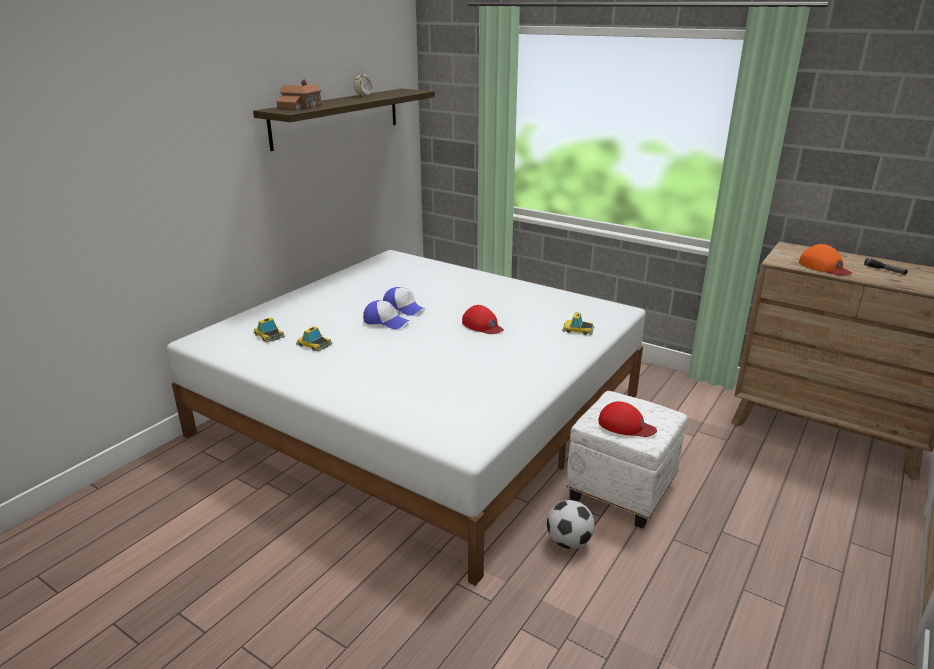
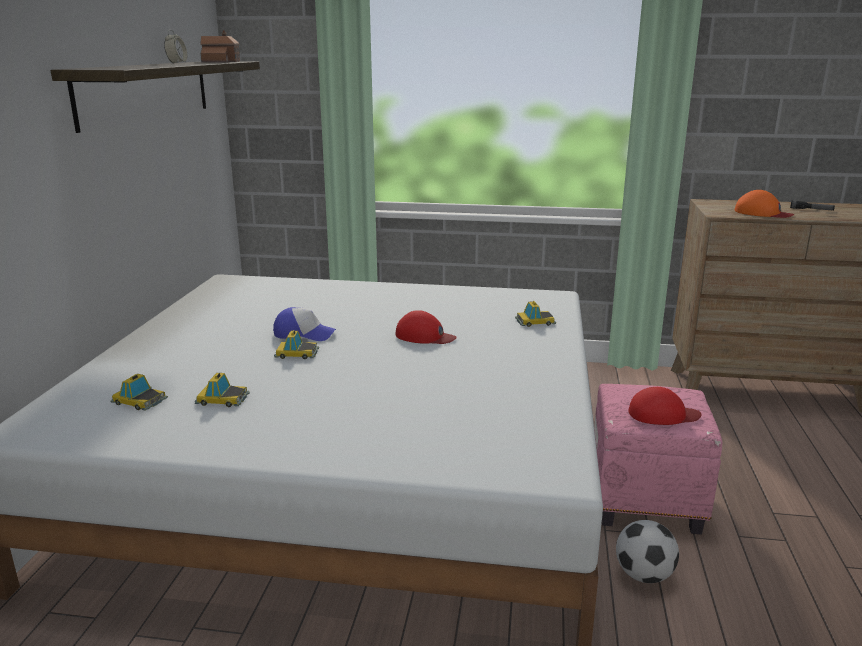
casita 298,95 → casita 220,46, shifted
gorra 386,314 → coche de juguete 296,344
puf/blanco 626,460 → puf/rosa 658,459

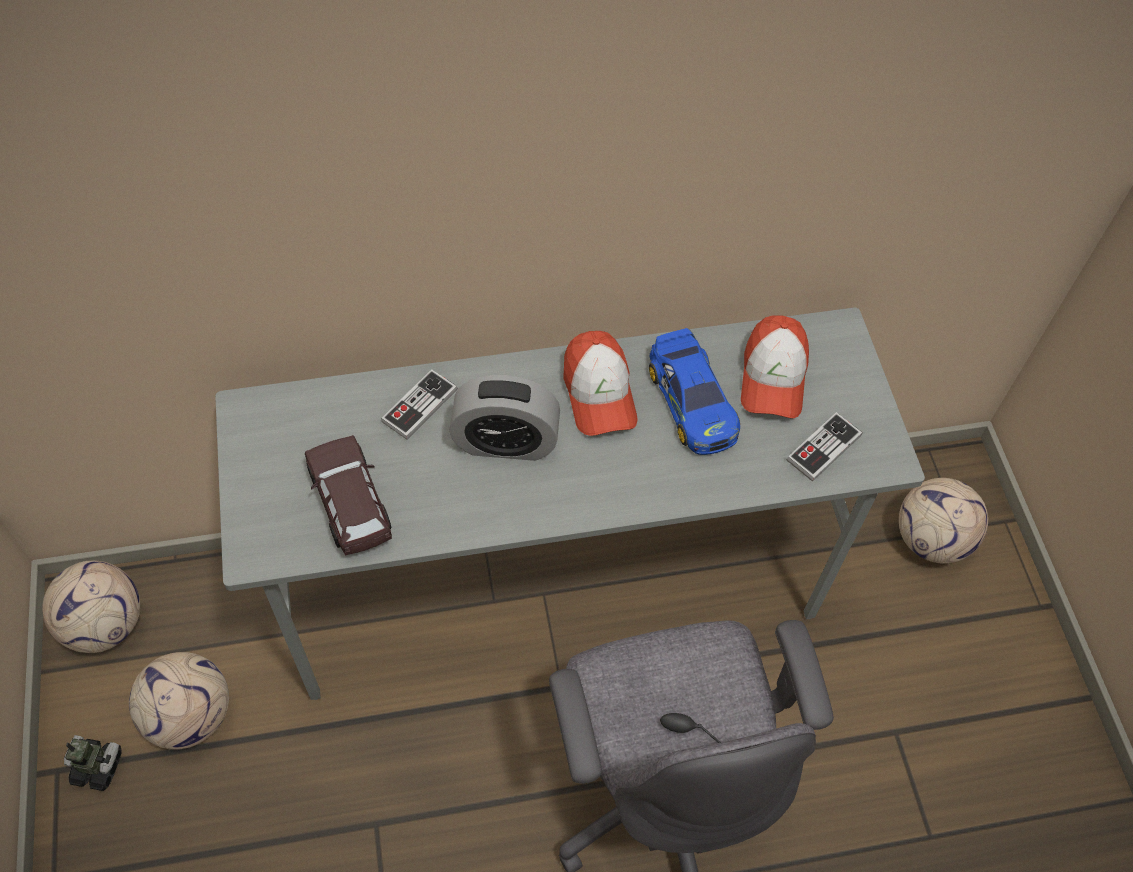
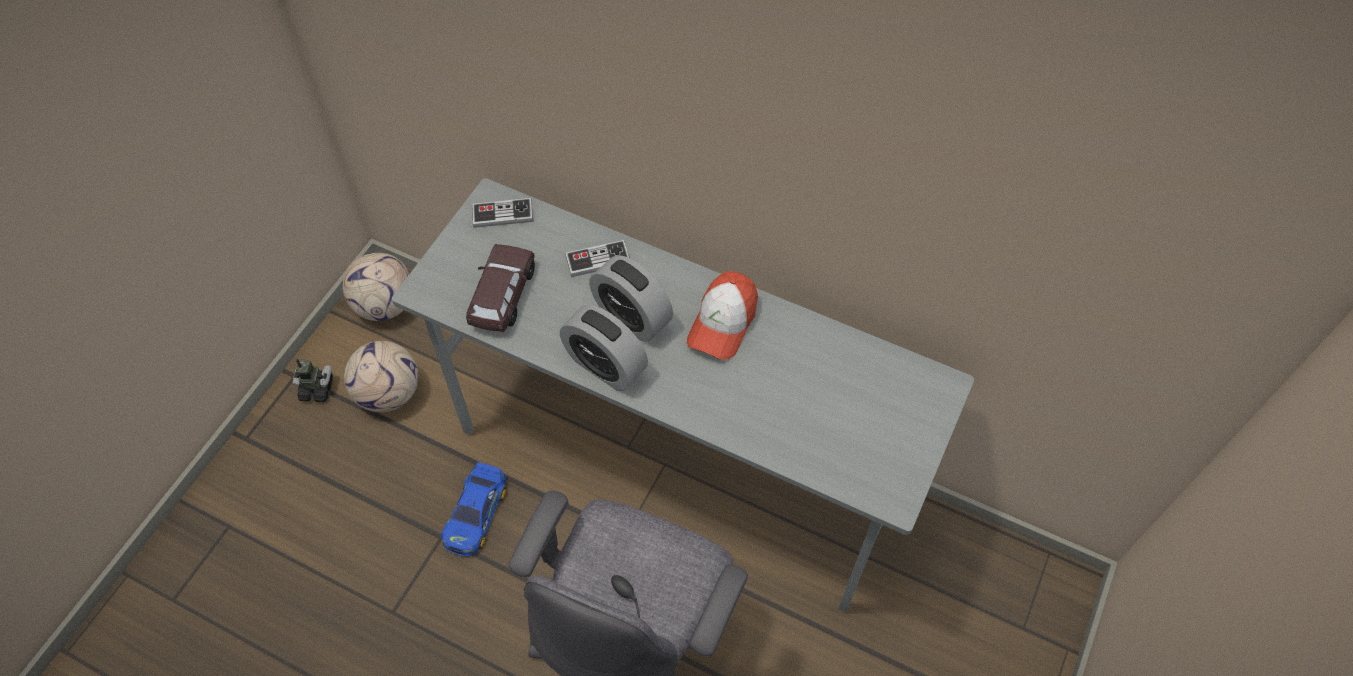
gorra 775,367 → -
balón de fútbol 943,520 → -
- → despertador 604,348
coche de juguete 694,391 → coche de juguete 473,509, shifted
mando de consola 824,447 → mando de consola 502,213, shifted
robot de juguete 93,763 → robot de juguete 312,380, 45 degrees counterclockwise

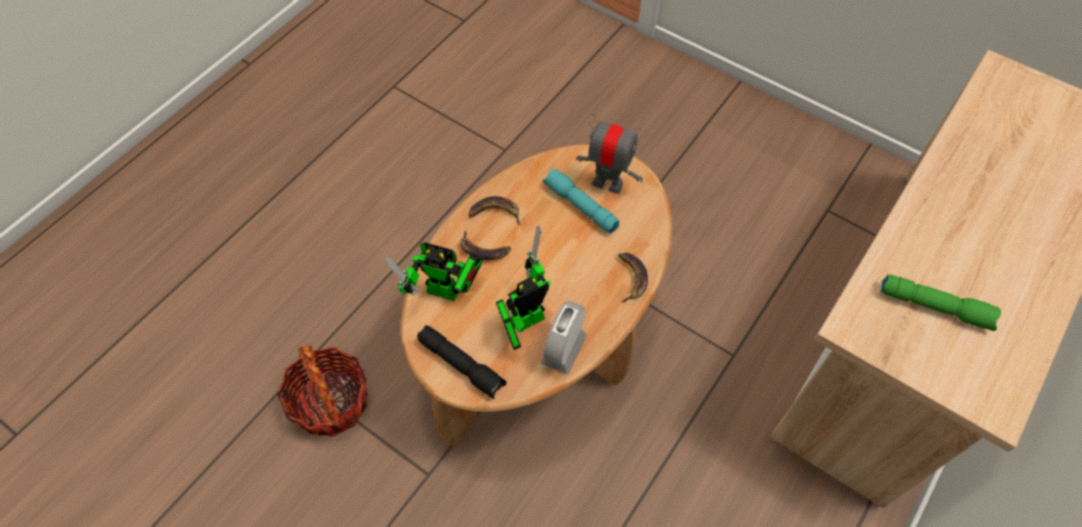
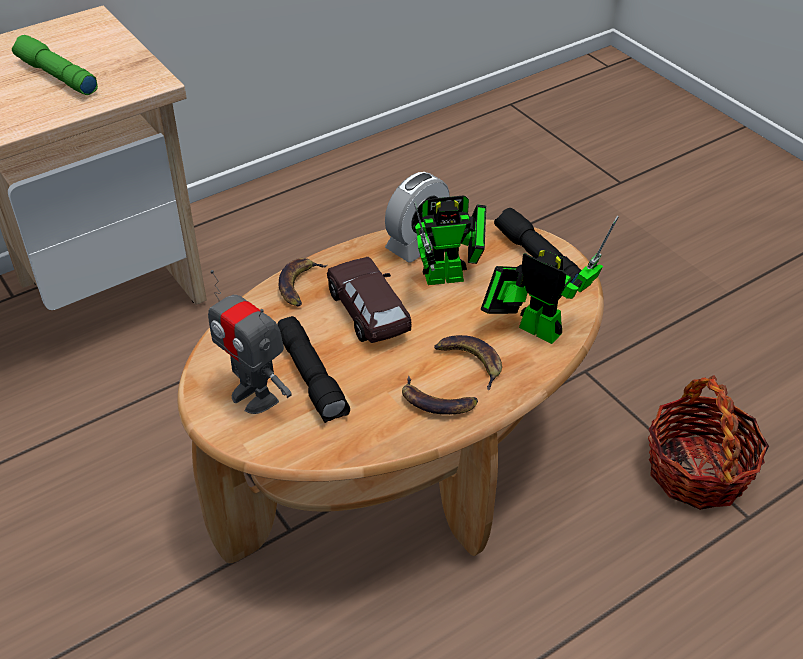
- → coche de juguete/marrón 369,300
linterna/turquesa 581,201 → linterna/negro 313,369

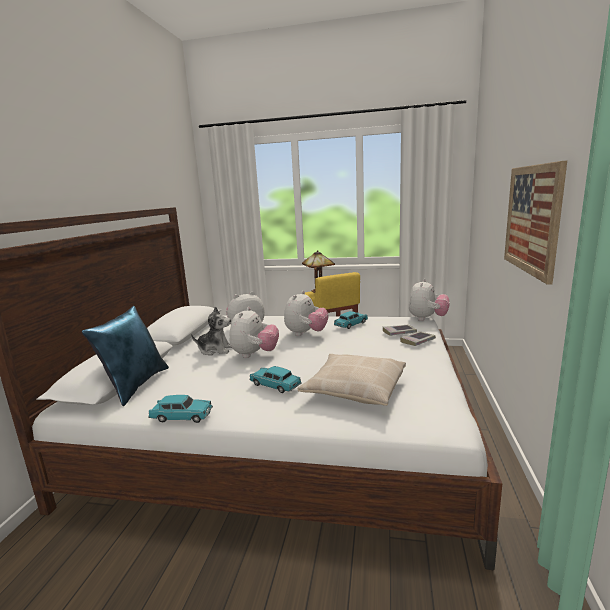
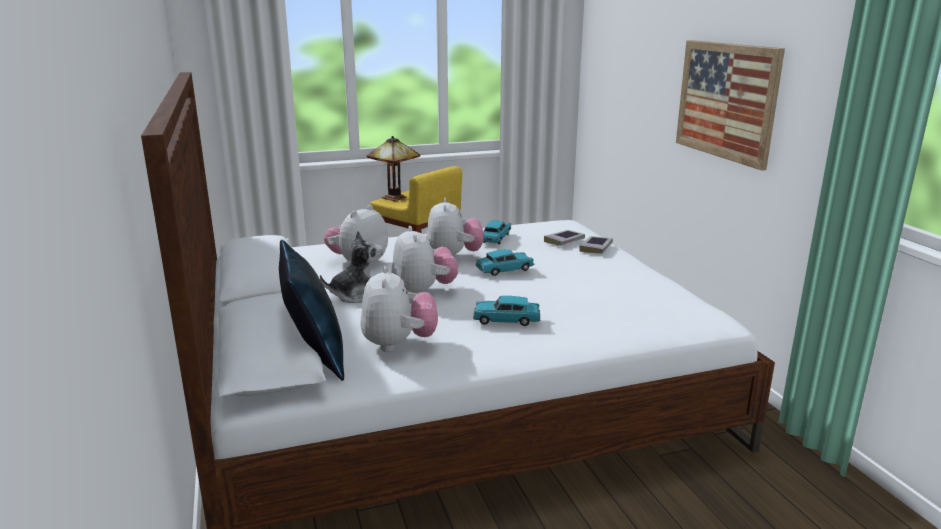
cojín/beis 352,380 → -
coche de juguete/turquesa 180,409 → coche de juguete/turquesa 504,262, shifted
peluche 429,300 → peluche 399,309, shifted

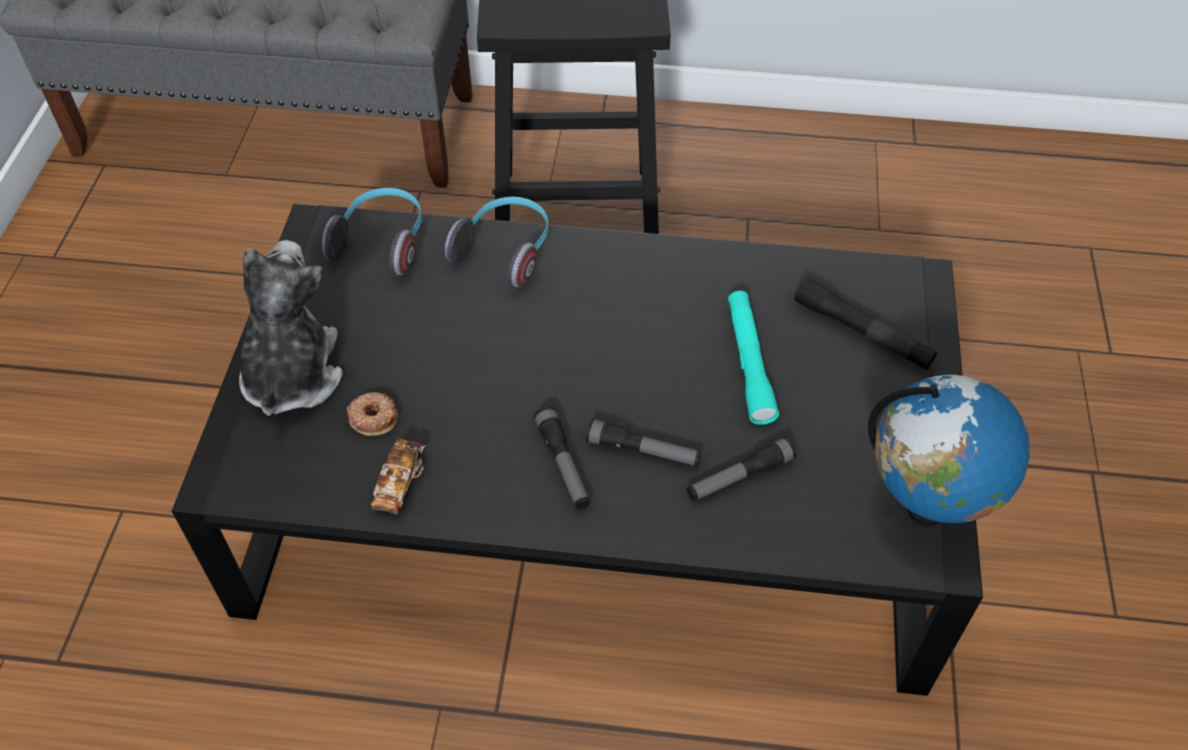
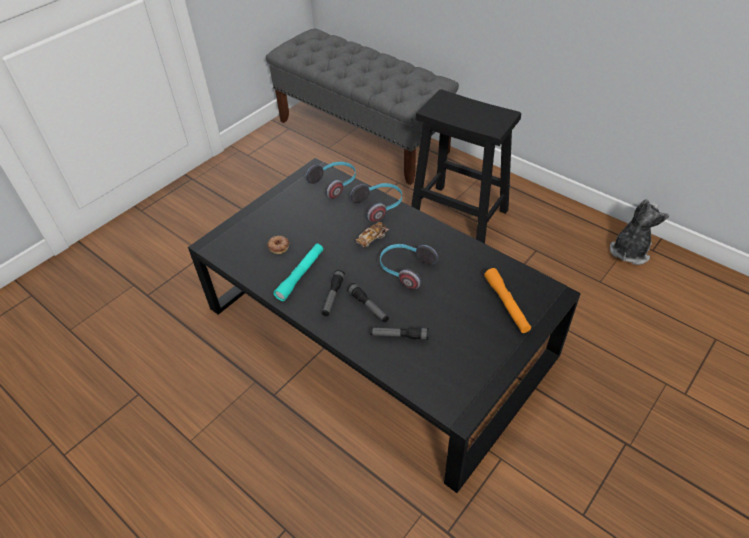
globo terráqueo 949,450 → -
- → auriculares 409,266
peluche 291,328 → peluche 639,232, shifted
coche de juguete 398,476 → coche de juguete 373,234, shifted
linterna/turquesa 753,358 → linterna/turquesa 298,272, shifted
linterna/negro 865,323 → linterna/naranja 507,300

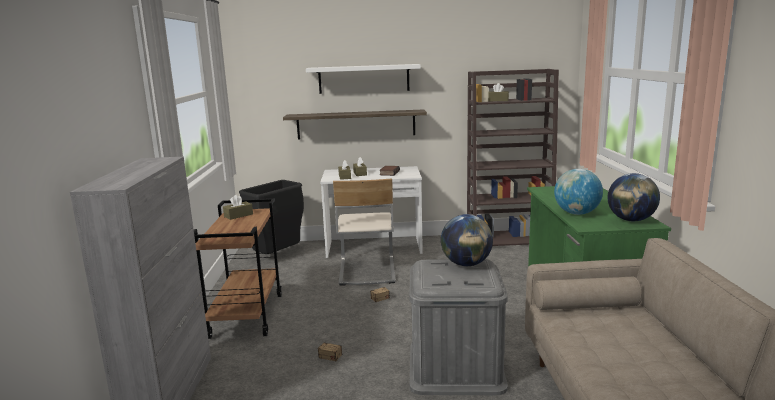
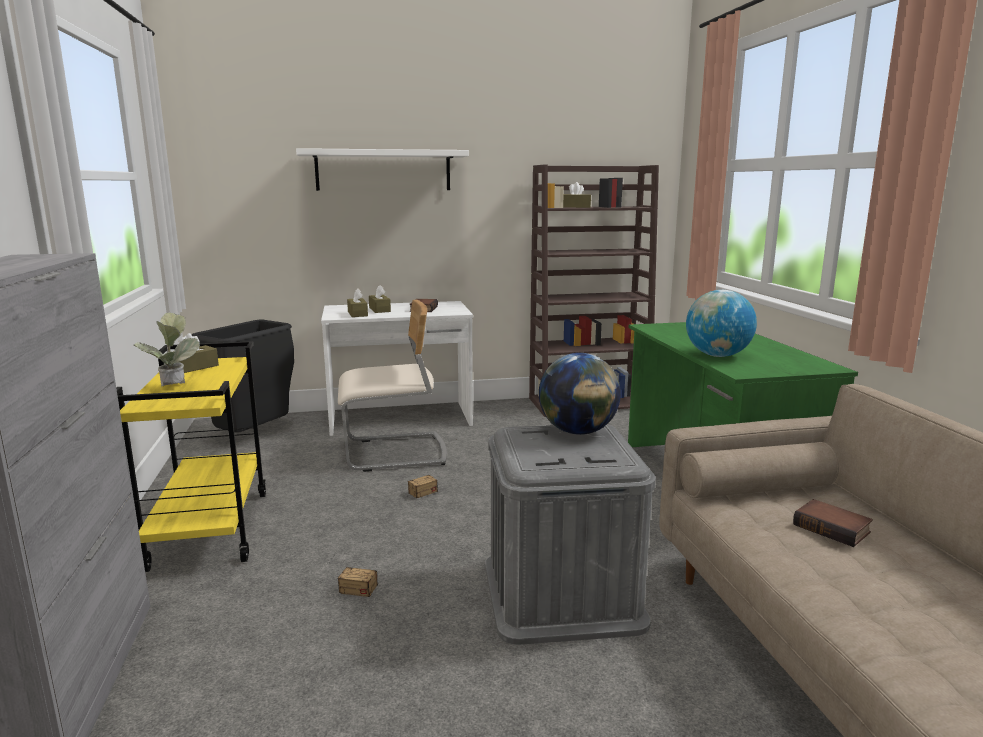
estante 355,125 → -
globo terráqueo 634,197 → -
- → planta en maceta 167,349
- → libro 833,523
carrito/marrón 238,269 → carrito/amarillo 191,456
silla/beis 364,232 → silla/beis 392,386, 90 degrees counterclockwise

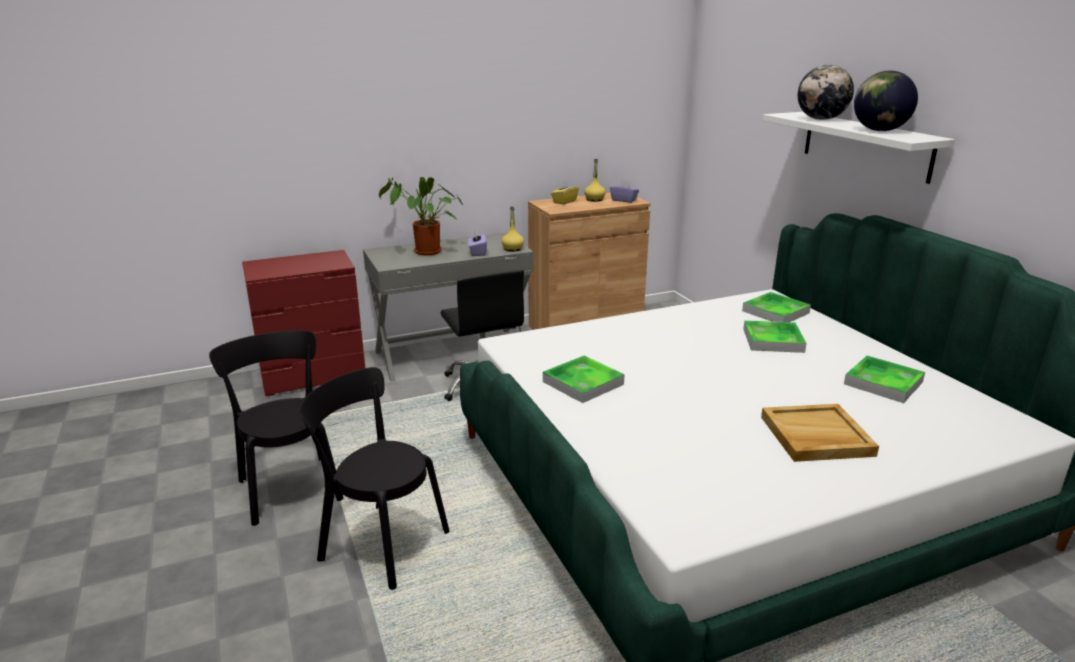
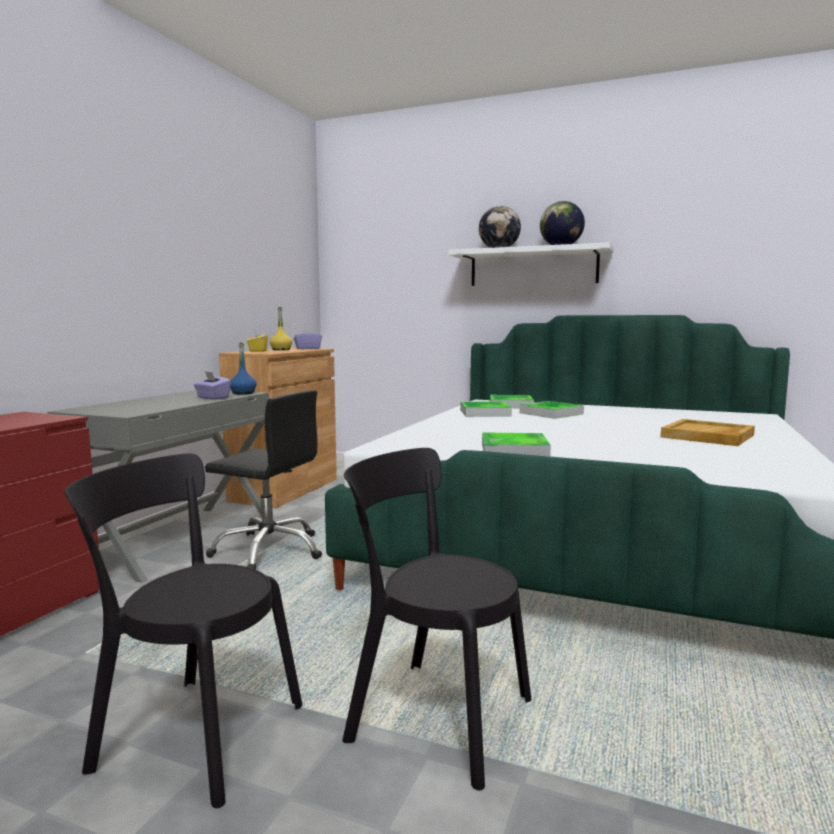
planta en maceta 421,216 → -
bandeja 884,379 → bandeja 486,409, shifted
botella/amarillo 512,229 → botella/azul 243,368
silla/negro 374,478 → silla/negro 436,619, 45 degrees clockwise

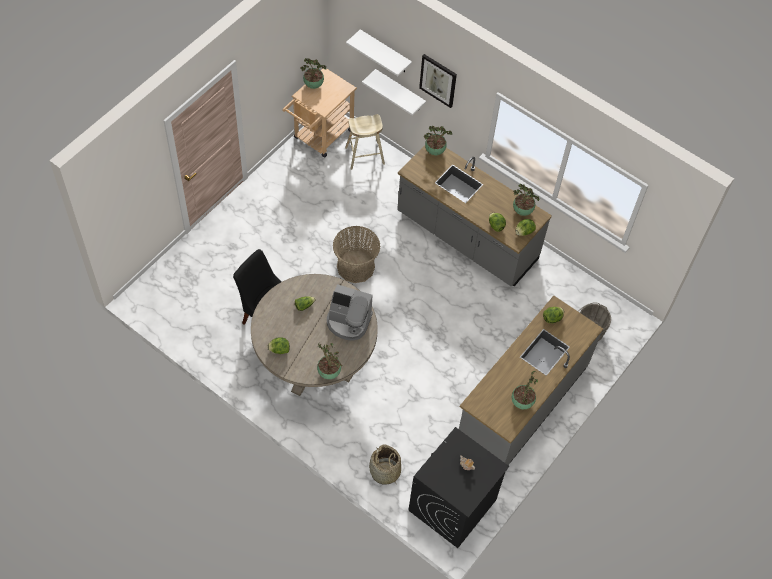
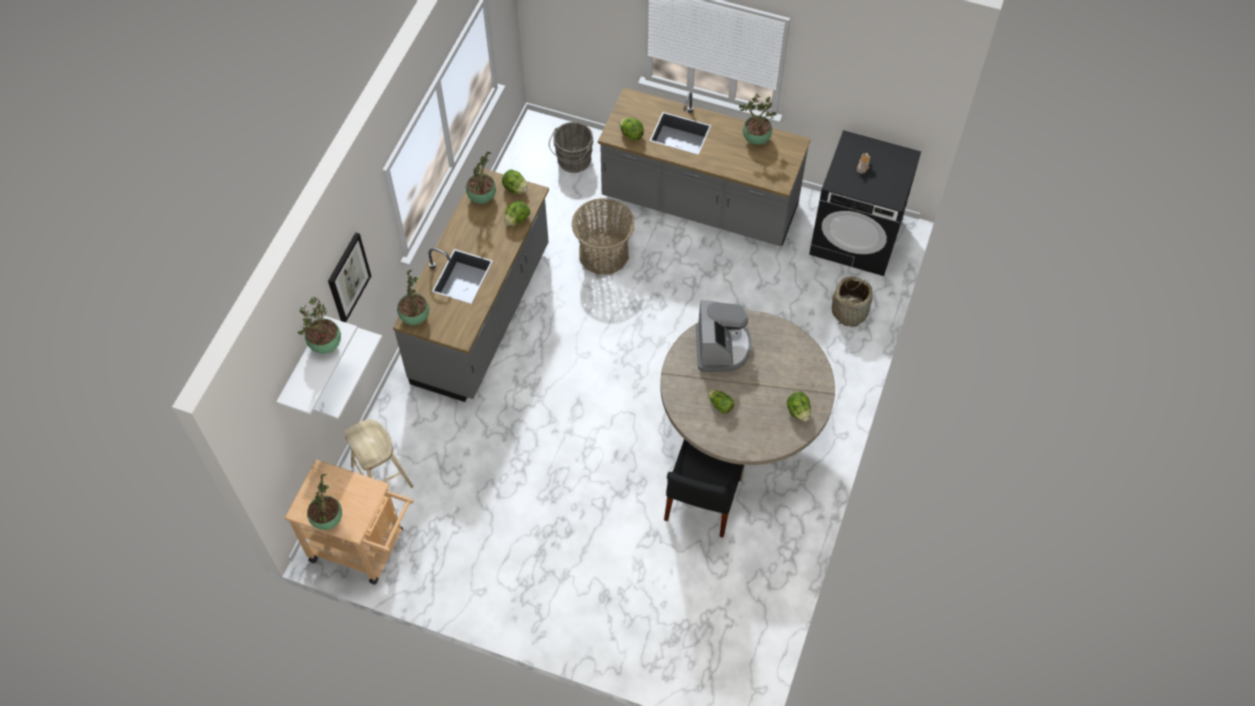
planta en maceta 330,360 → planta en maceta 319,325, shifted
cesta 356,254 → cesta 603,236, shifted

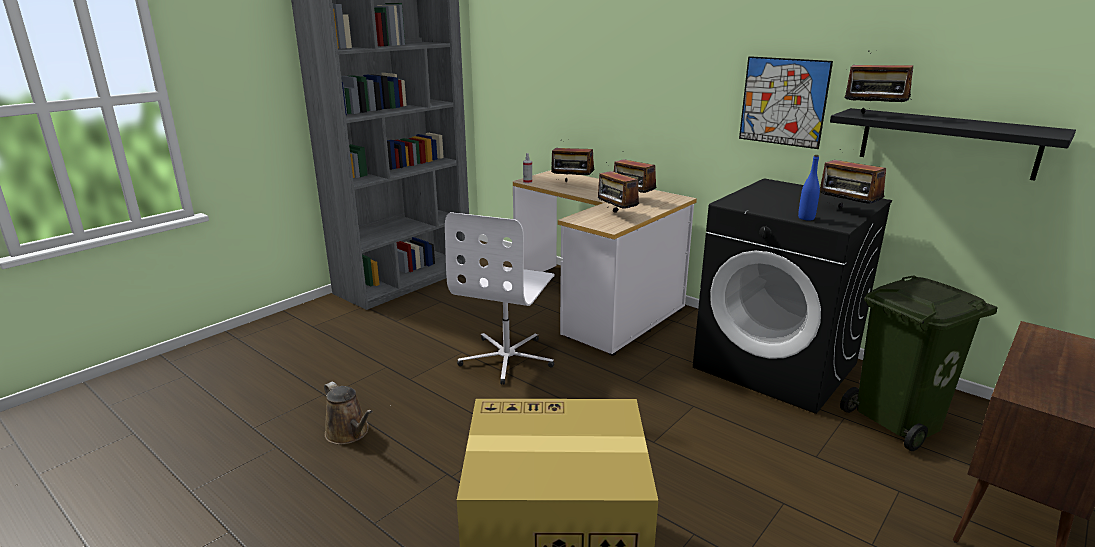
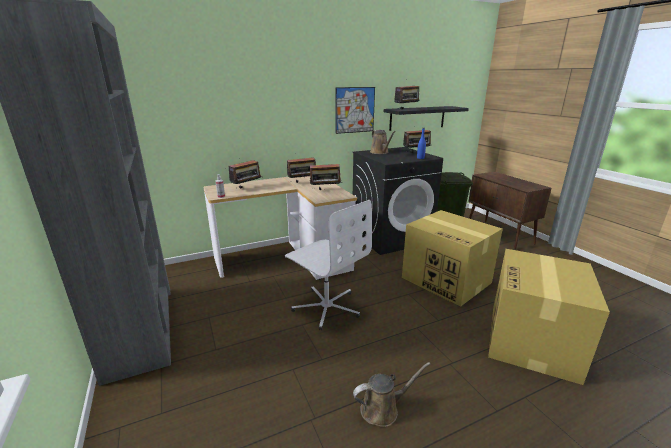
- → regadera/marrón 383,142
- → caja de cartón 452,258

